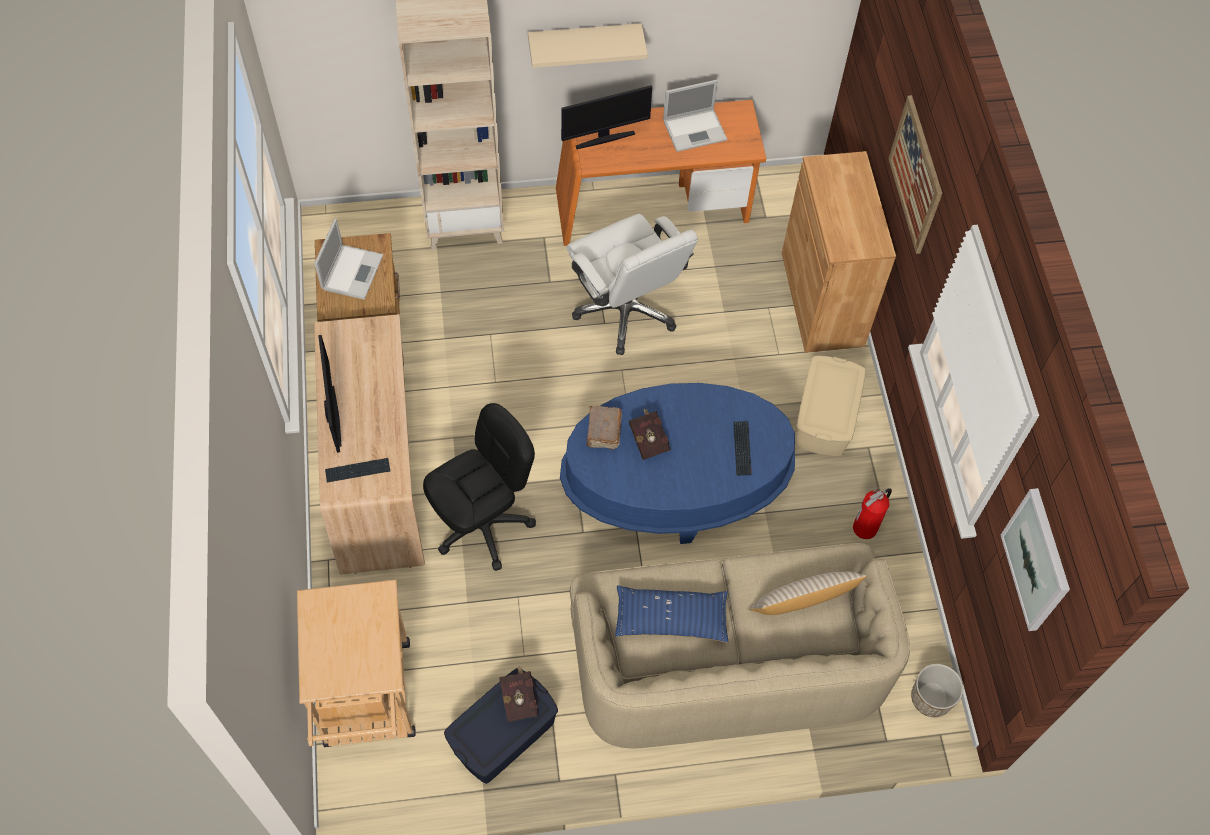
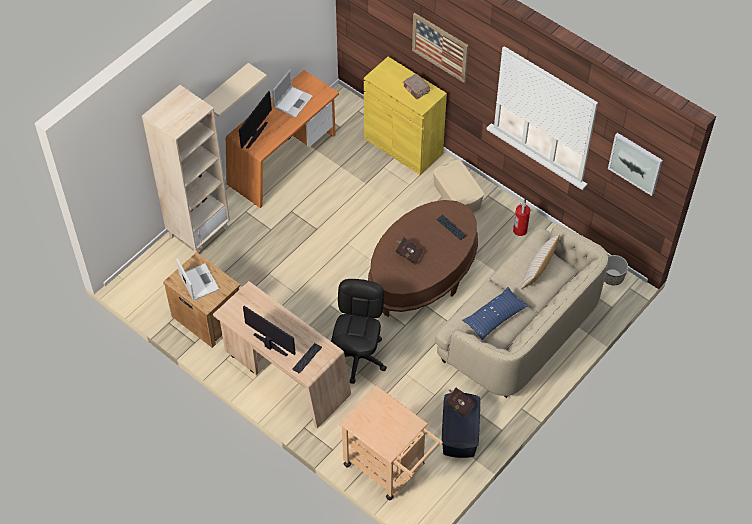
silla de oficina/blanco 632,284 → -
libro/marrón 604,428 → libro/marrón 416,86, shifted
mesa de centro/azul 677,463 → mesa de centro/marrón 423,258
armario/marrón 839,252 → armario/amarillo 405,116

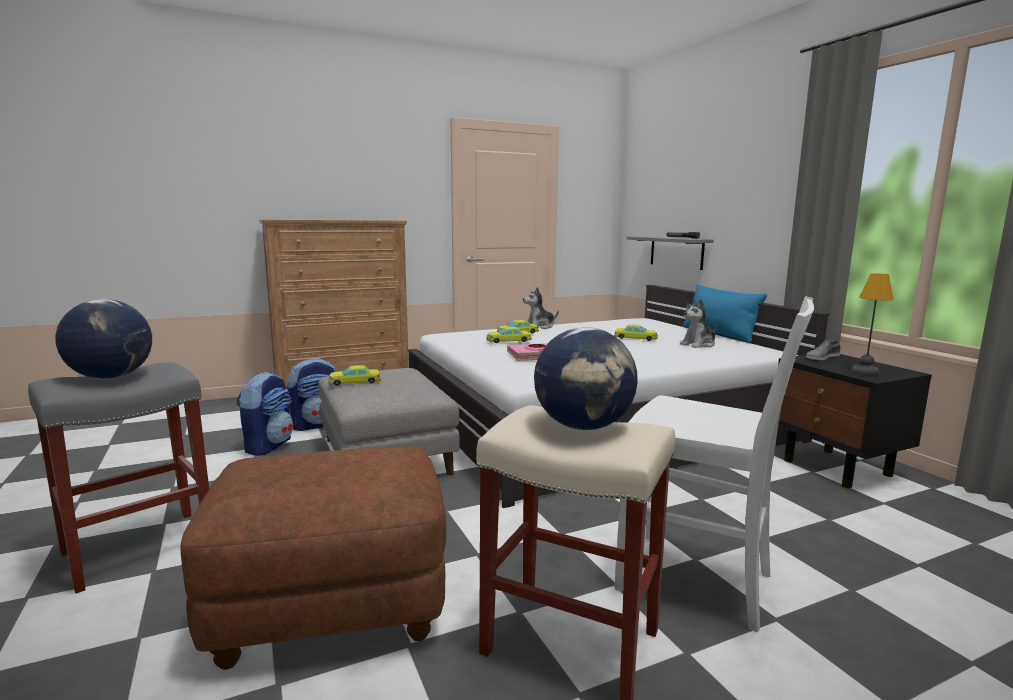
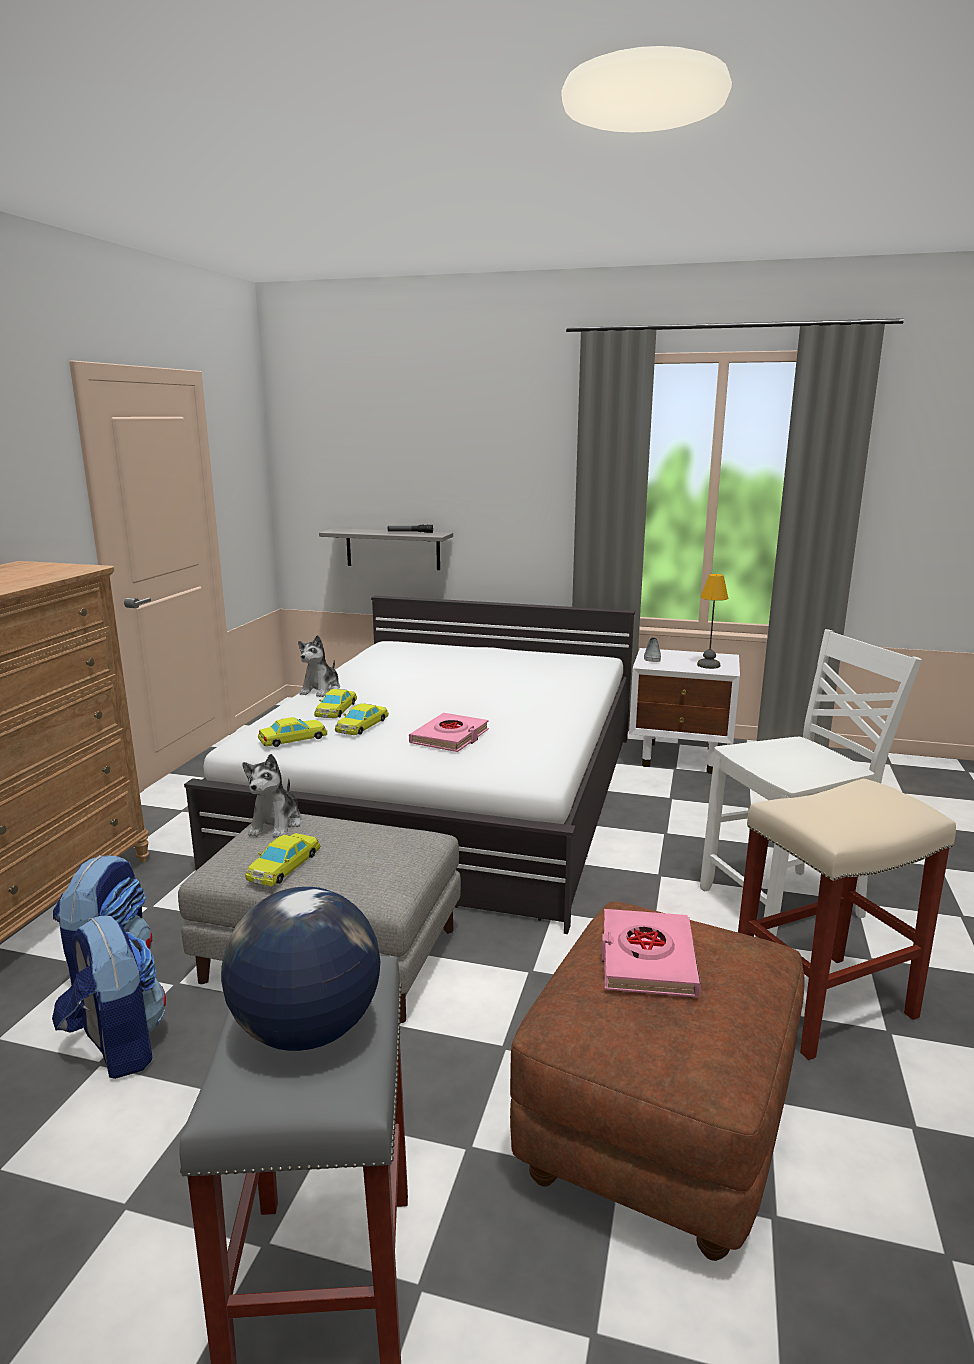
globo terráqueo 586,378 → -
cojín/azul 725,313 → -
- → libro/rosa 651,953
coche de juguete/amarillo 636,333 → coche de juguete/amarillo 292,732, shifted
peluche 698,323 → peluche 272,796, shifted
mesita de noche/negro 855,421 → mesita de noche/blanco 684,711

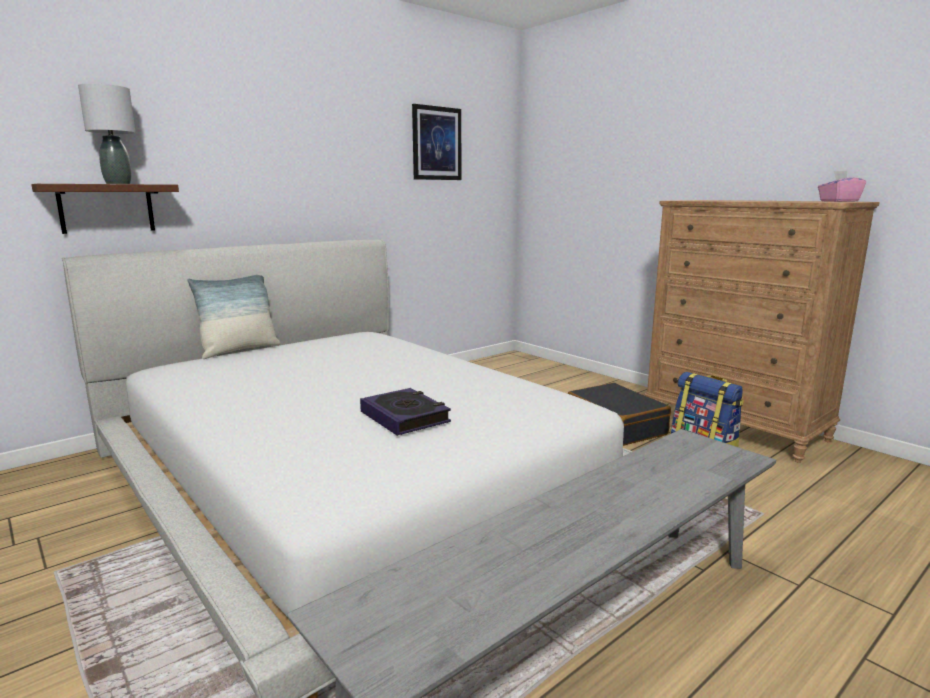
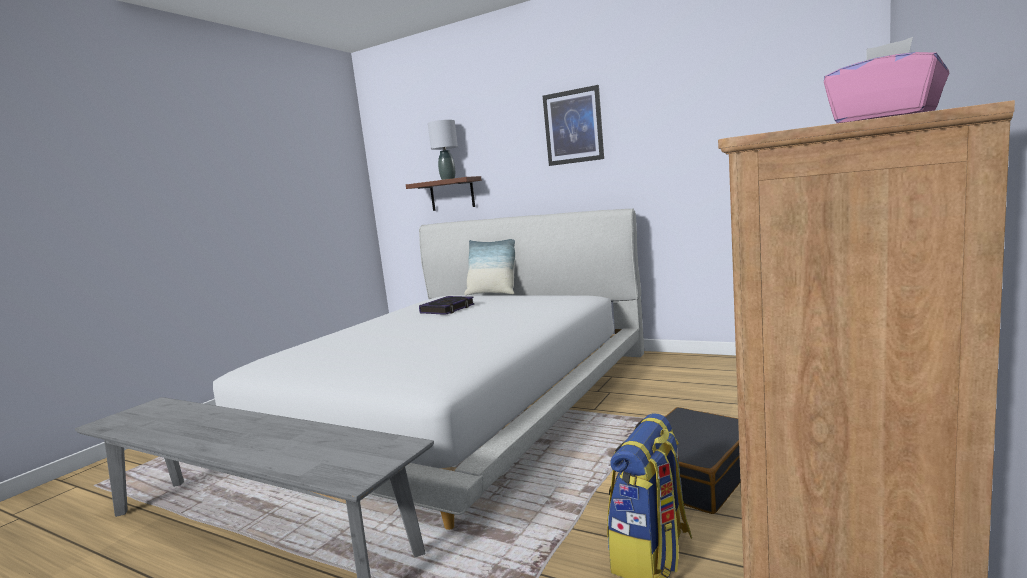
libro 405,412 → libro 447,305, shifted
cuadro 436,142 → cuadro 573,125, shifted

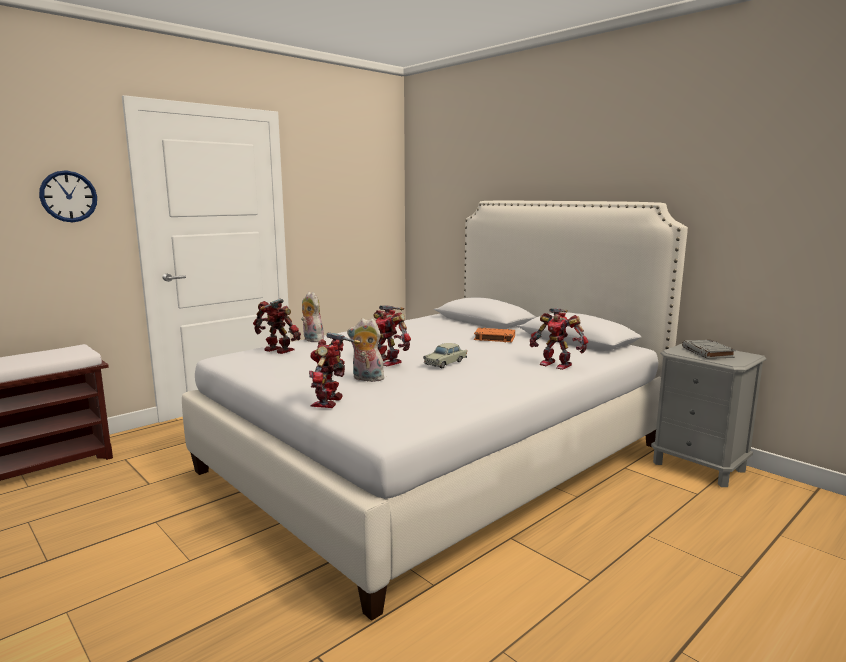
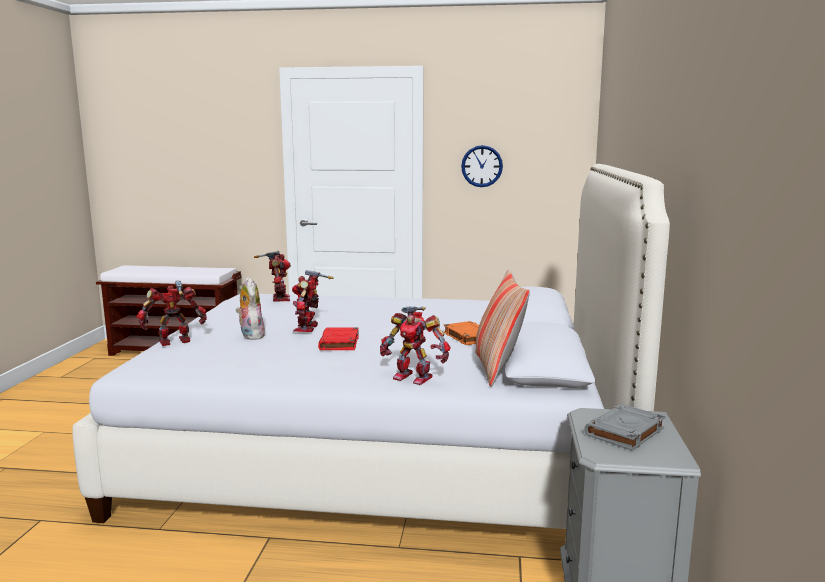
peluche 312,317 → -
- → cojín 502,328
reloj de pared 68,196 → reloj de pared 482,166, shifted
coche de juguete/beis 445,356 → libro/rojo 338,338
robot de juguete 559,339 → robot de juguete 415,345, 60 degrees counterclockwise

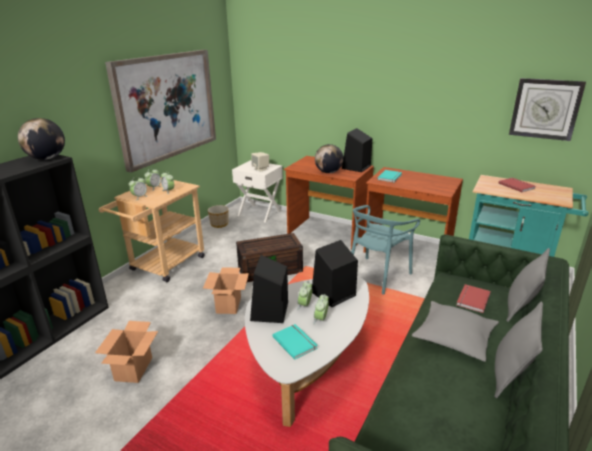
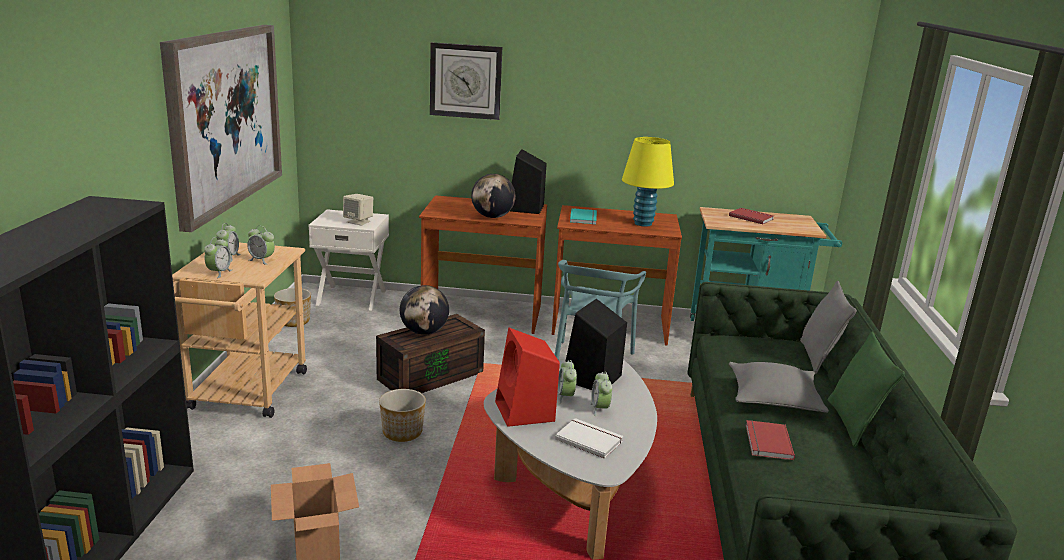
- → lámpara de mesa/amarillo 648,182
globo terráqueo 41,139 → globo terráqueo 424,310, shifted
libro/rojo 473,298 → libro/rojo 770,440, shifted
reloj de pared 547,109 → reloj de pared 466,81, shifted
caja de cartón 226,290 → maceta 402,415
altavoz/negro 269,289 → altavoz/rojo 527,377
libro/turquesa 295,342 → libro/blanco 589,438
cojín/gris 518,349 → cojín/verde 866,389

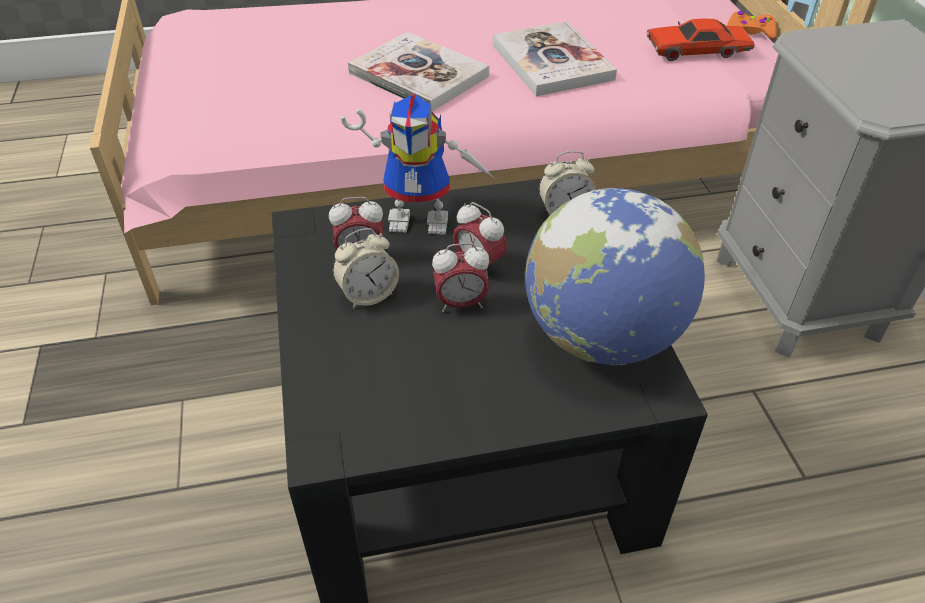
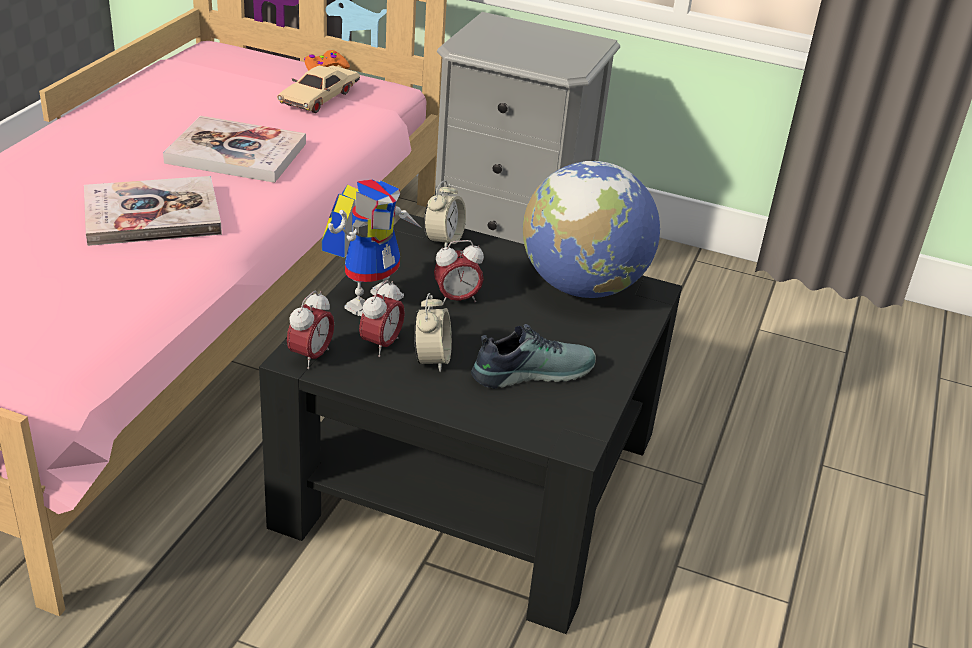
- → zapato 533,356
despertador 461,277 → despertador 310,330, shifted
coche de juguete/rojo 701,40 → coche de juguete/beis 318,89

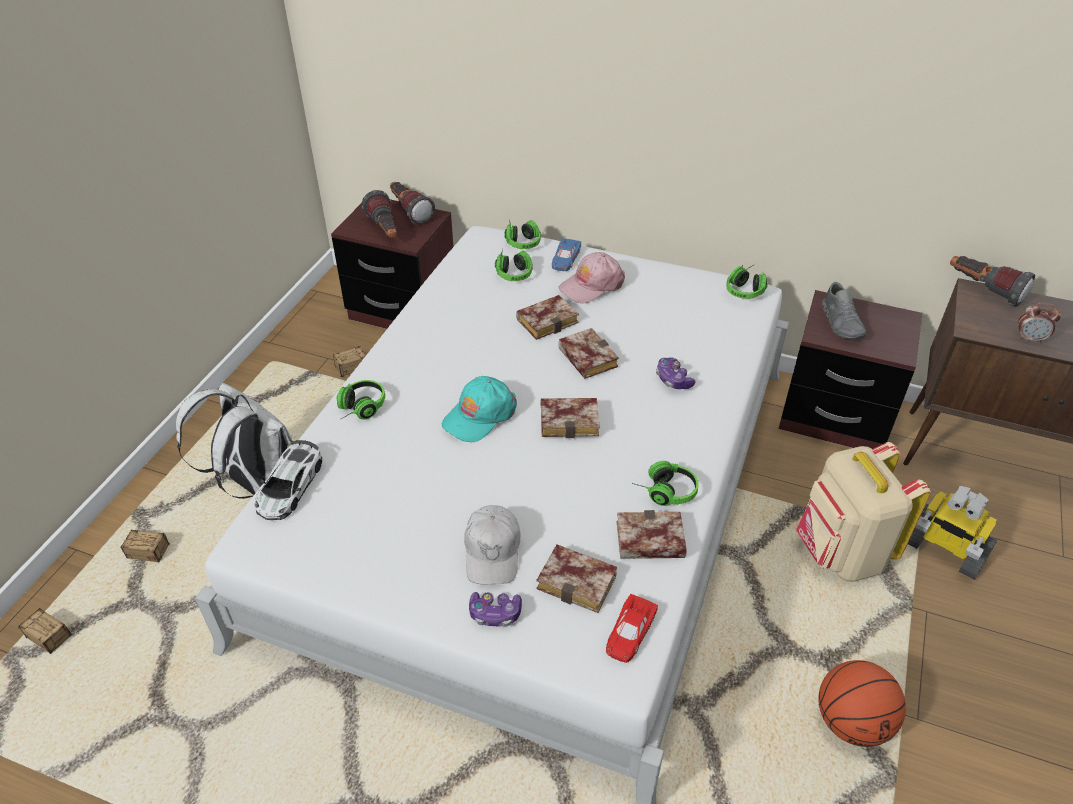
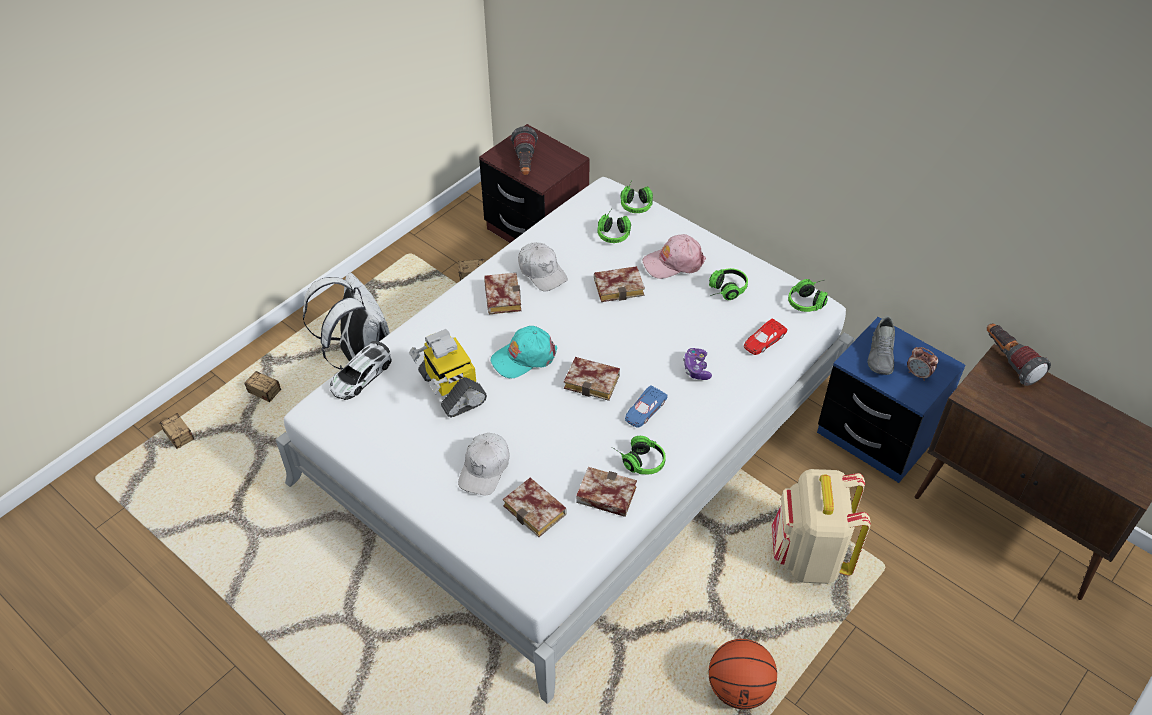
linterna 412,203 → -
mando de consola 495,609 → -
- → gorra/blanco 543,266
auriculares 361,400 → auriculares 728,284, shifted
coche de juguete/azul 566,254 → coche de juguete/azul 646,406, shifted
libro 589,353 → libro 502,293, shifted
coche de juguete/rojo 632,628 → coche de juguete/rojo 765,337, shifted
robot de juguete 952,533 → robot de juguete 448,373, shifted
despertador 1039,323 → despertador 922,364, shifted
mesita de noche/marrón 850,369 → mesita de noche/azul 891,400

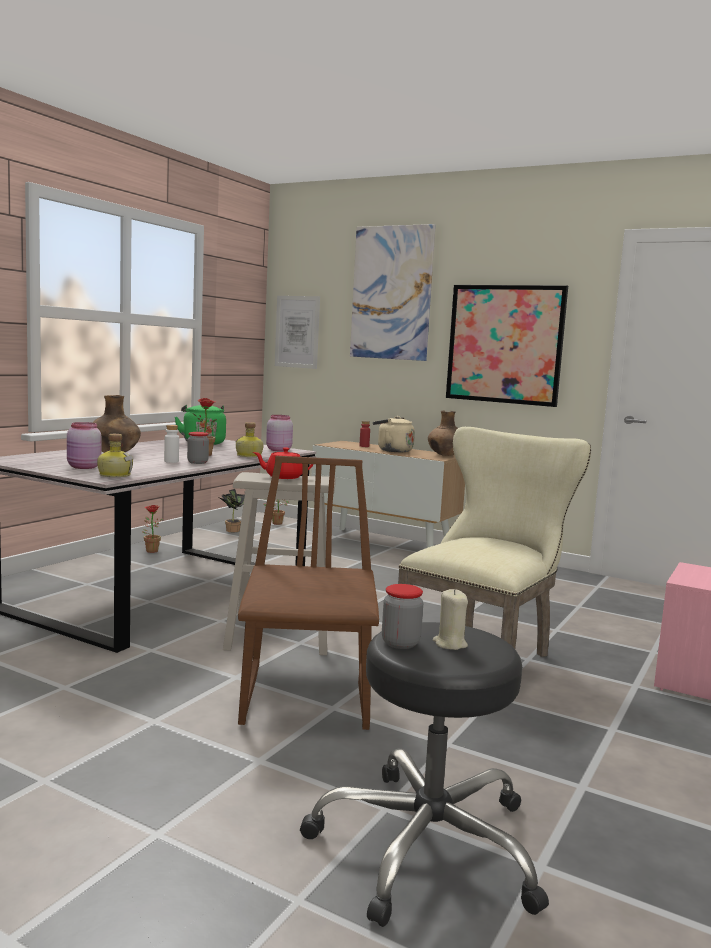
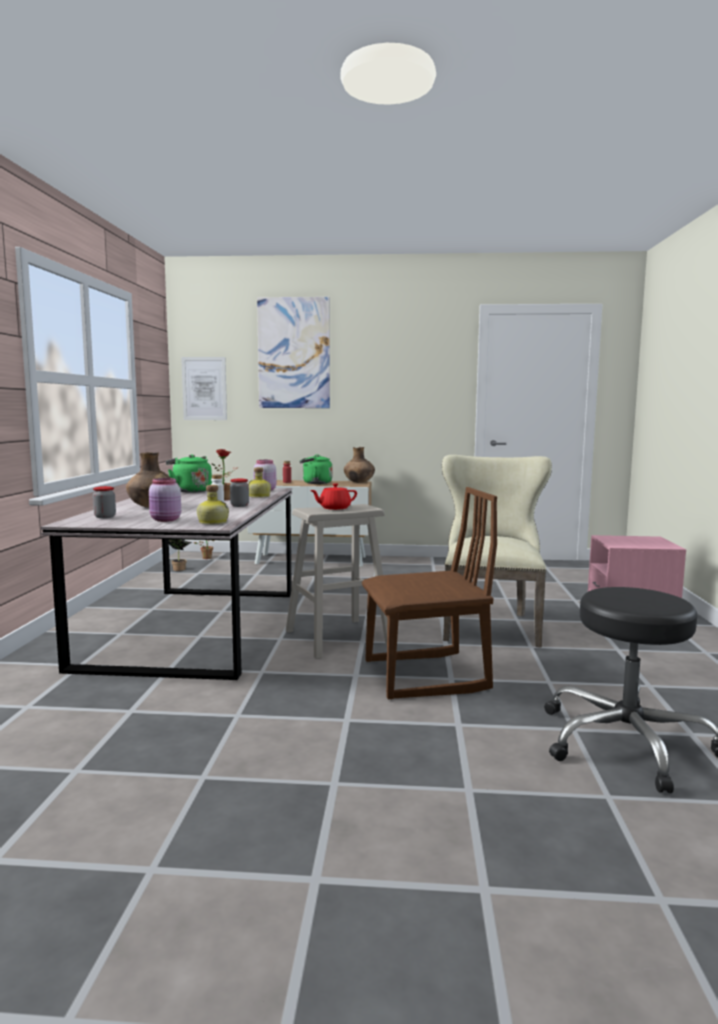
planta en maceta 153,529 → -
vela/beis 450,619 → -
cuadro 507,346 → -
tarro 402,616 → tarro 104,502, shifted
hervidor/beis 394,434 → hervidor/verde 316,469
silla/marrón 308,593 → silla/marrón 429,593, 105 degrees clockwise

